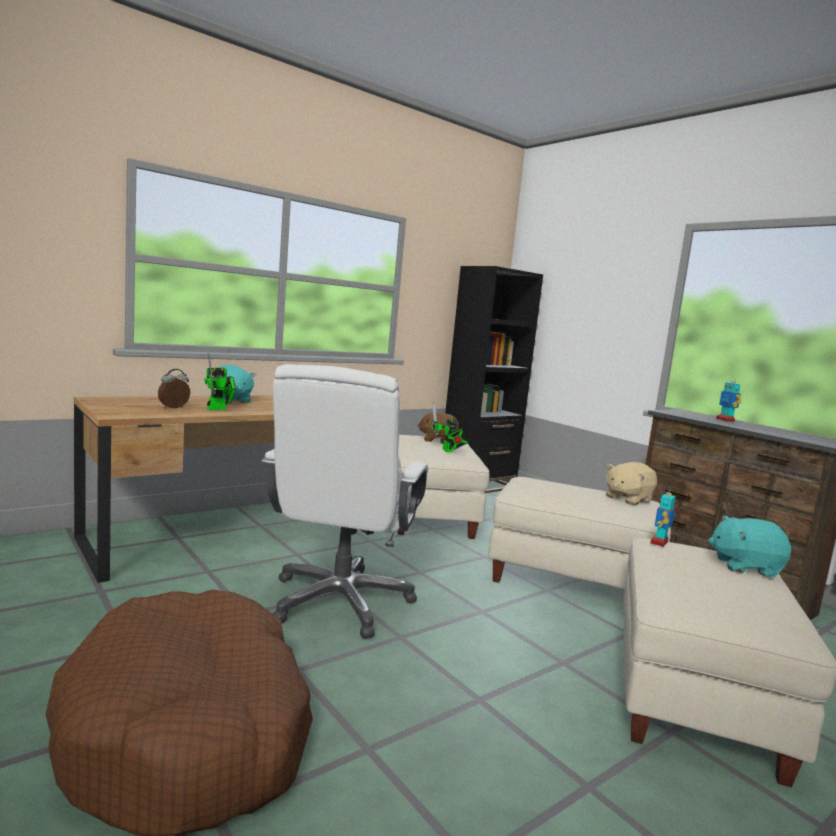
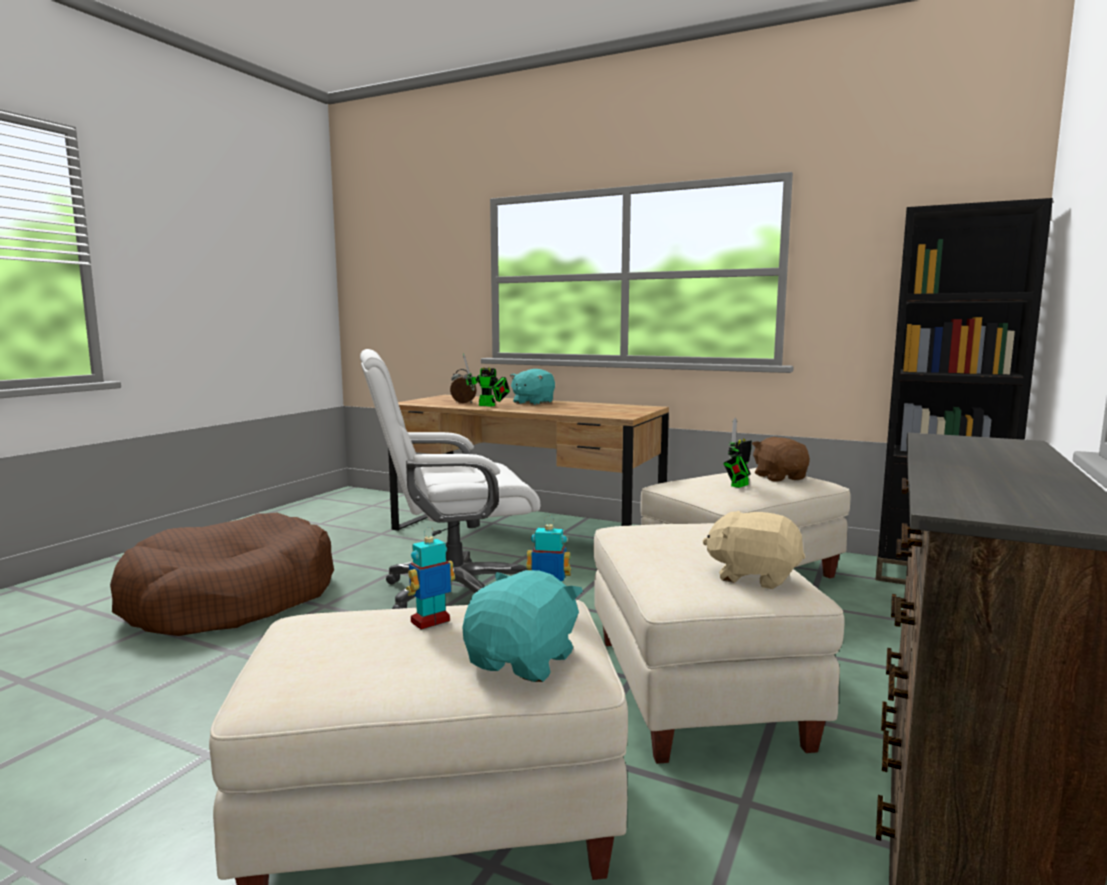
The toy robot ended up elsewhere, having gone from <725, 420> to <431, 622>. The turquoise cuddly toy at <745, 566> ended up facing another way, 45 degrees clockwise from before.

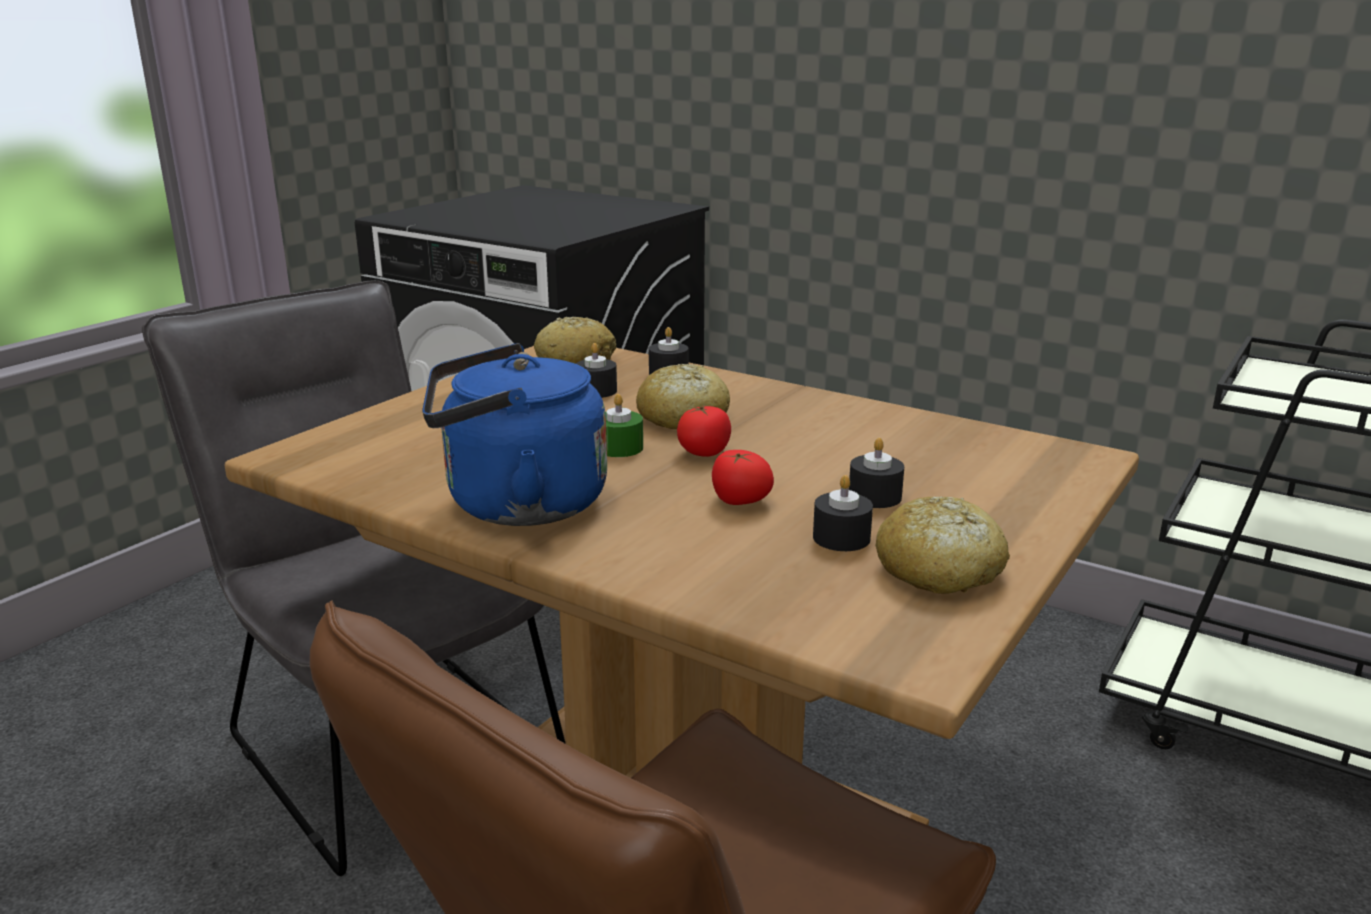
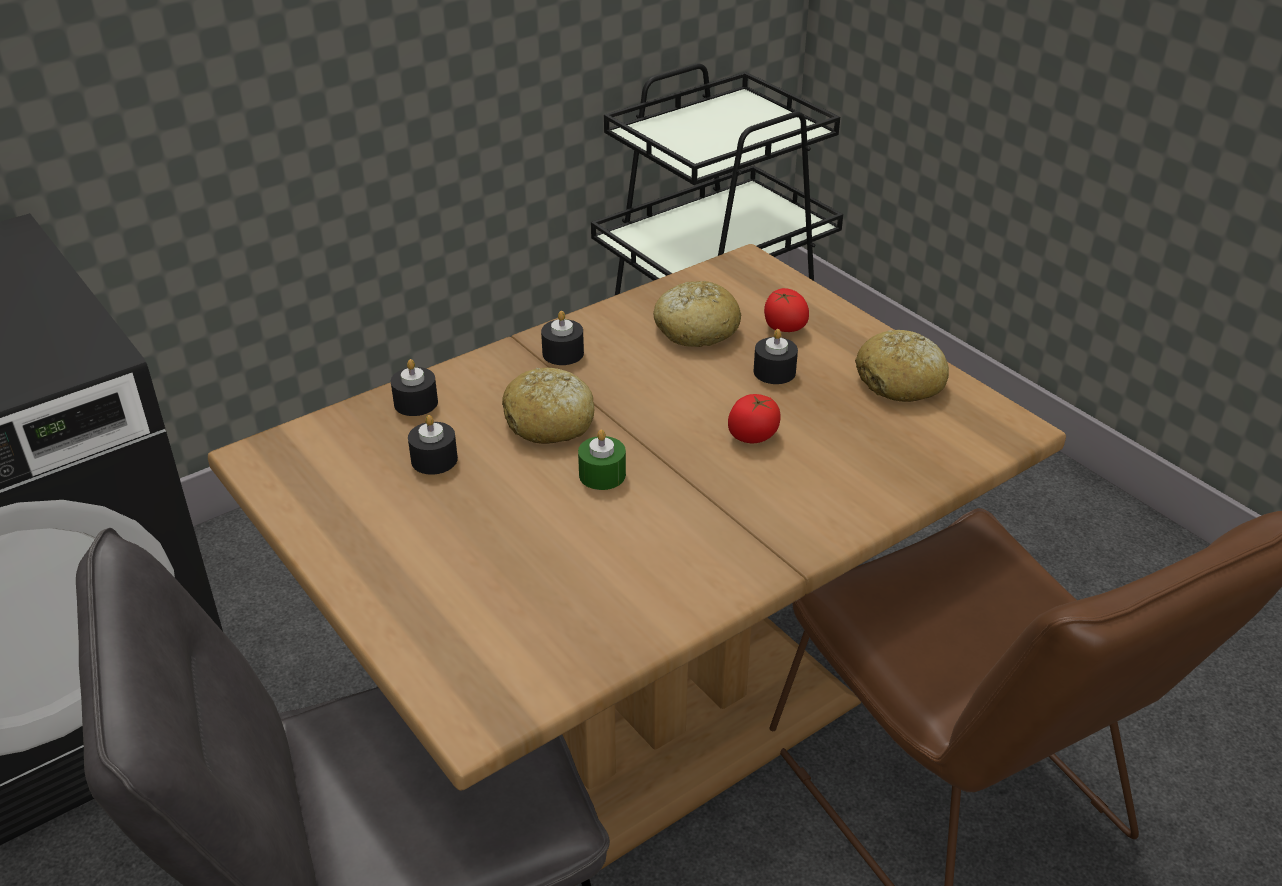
The second view lost the blue water kettle at <516, 504>. The bread ended up elsewhere, having gone from <576, 361> to <695, 329>. The tomato ended up elsewhere, having gone from <704, 453> to <784, 327>. The blackish wax candle ended up elsewhere, having gone from <841, 538> to <563, 353>.

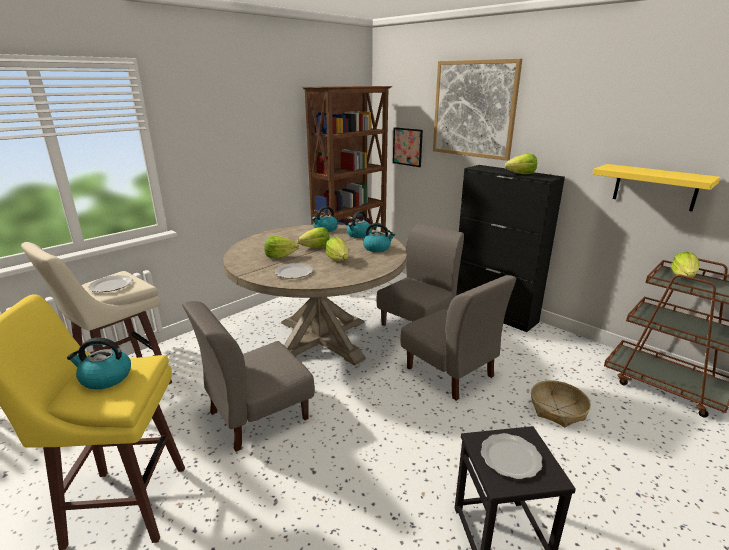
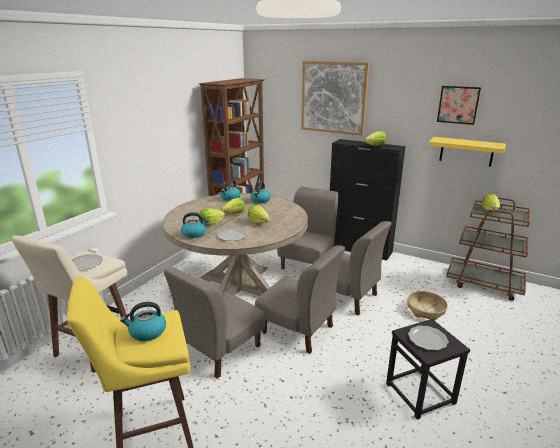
The second view gained the grey upright chair at <298, 329>. The water kettle ended up elsewhere, having gone from <377, 248> to <194, 234>. The picture ended up elsewhere, having gone from <407, 147> to <458, 105>.

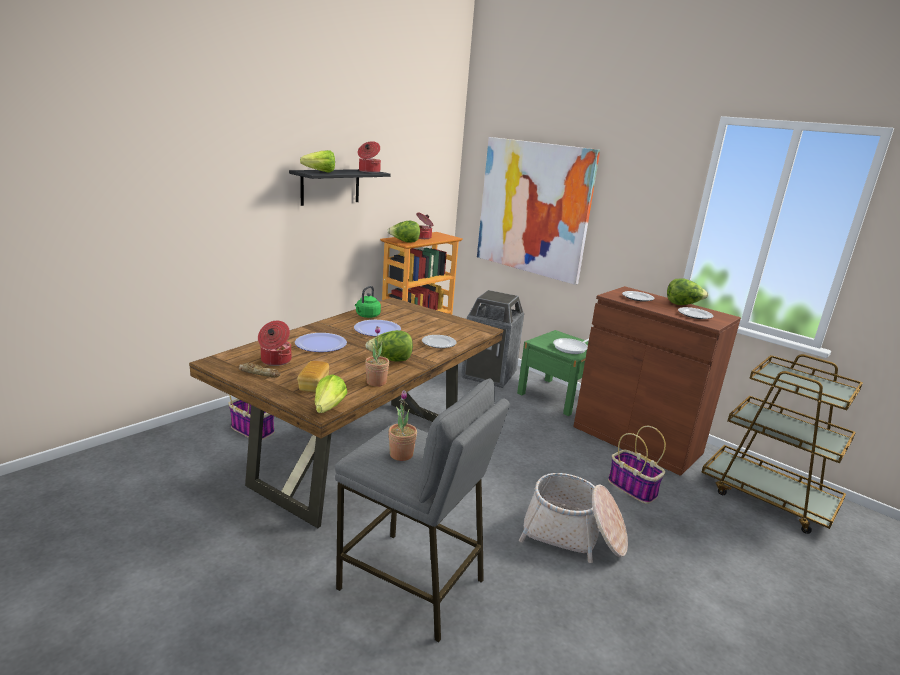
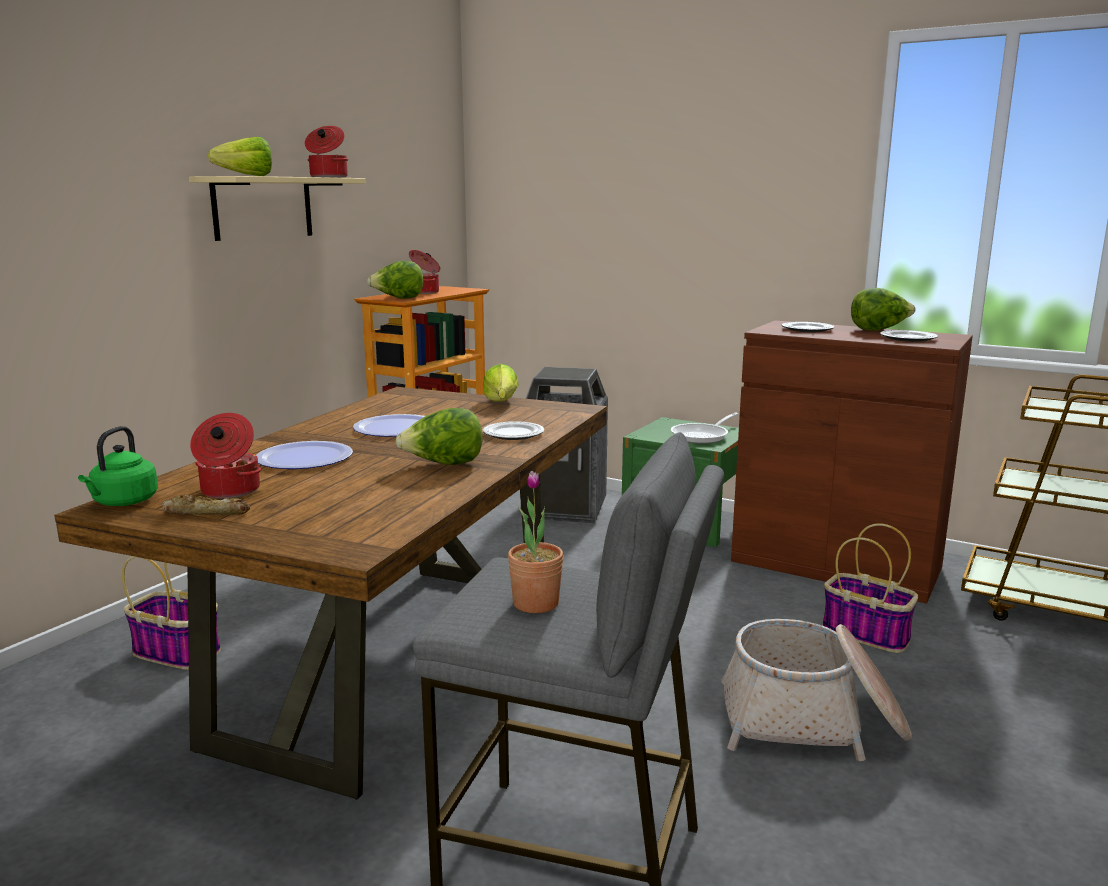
The second view lost the bread at <313, 385>. The second view lost the potted plant at <376, 382>. The second view lost the picture at <533, 208>. The lettuce ended up elsewhere, having gone from <326, 411> to <500, 404>. The green-coloured water kettle ended up elsewhere, having gone from <367, 316> to <123, 502>. What was the blackish shelf at <330, 186> turned into the sand-coloured shelf at <263, 208>.

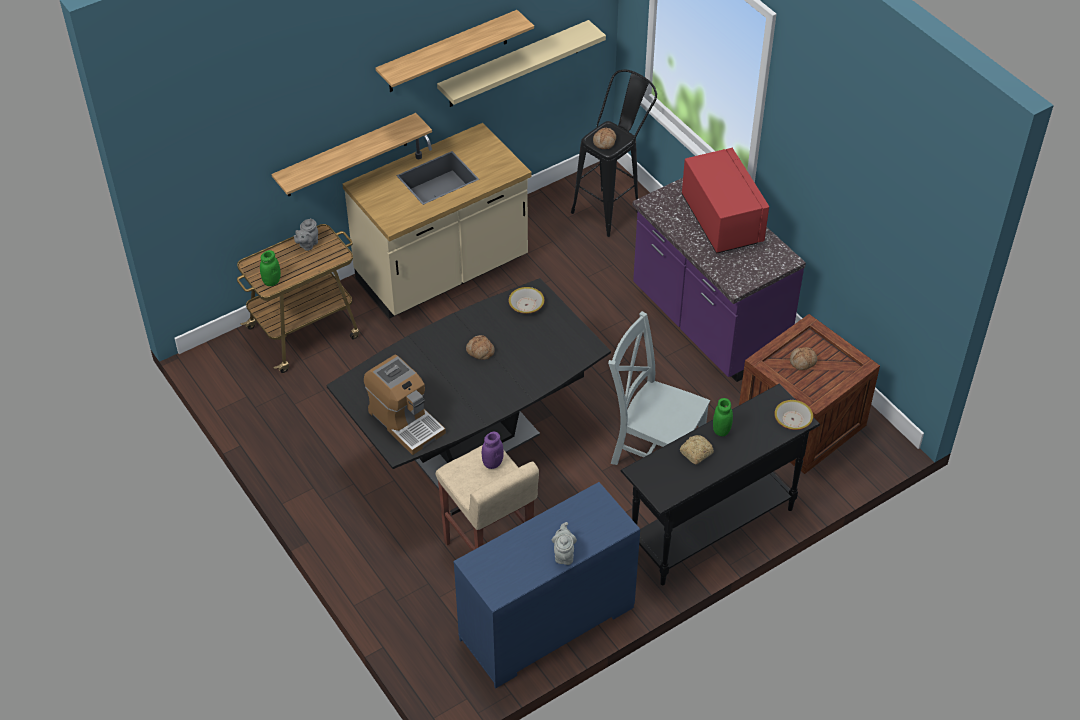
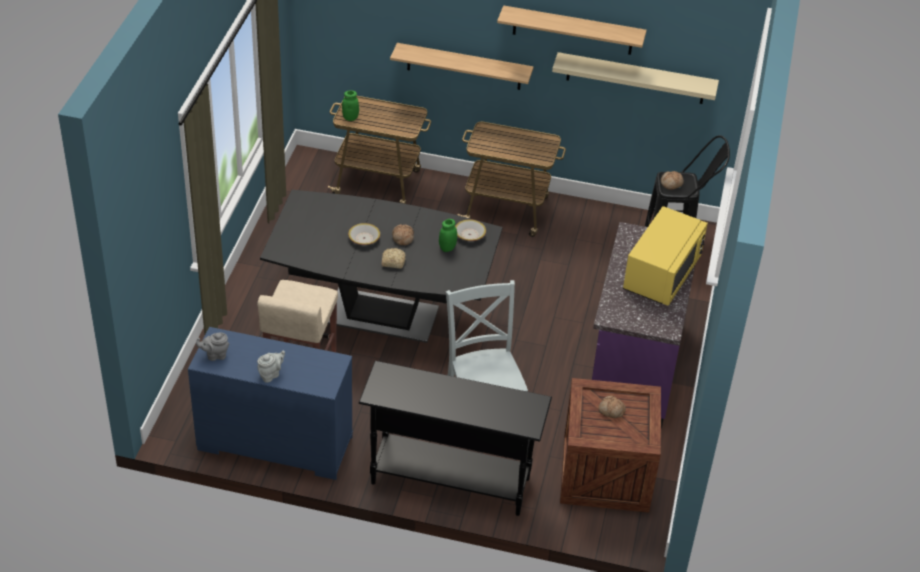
The second view lost the coffee machine at <405, 421>. The second view lost the purple preserve jar at <492, 463>. The grey pot for tea ended up elsewhere, having gone from <307, 245> to <215, 355>. The bread ended up elsewhere, having gone from <695, 453> to <392, 262>. The green-coloured preserve jar ended up elsewhere, having gone from <721, 430> to <447, 248>. The bowl ended up elsewhere, having gone from <792, 419> to <364, 238>. Where the sand-coloured kitchen counter stood at <443, 272>, the wheeled cart came to stand at <507, 211>. What was the reddish kitchen microwave at <721, 220> turned into the yellowish kitchen microwave at <661, 274>.

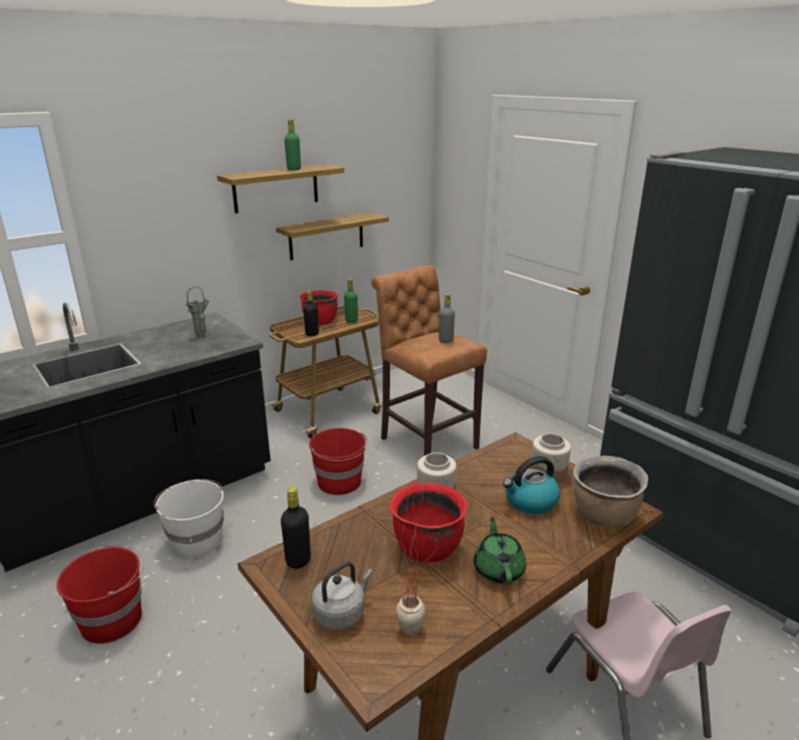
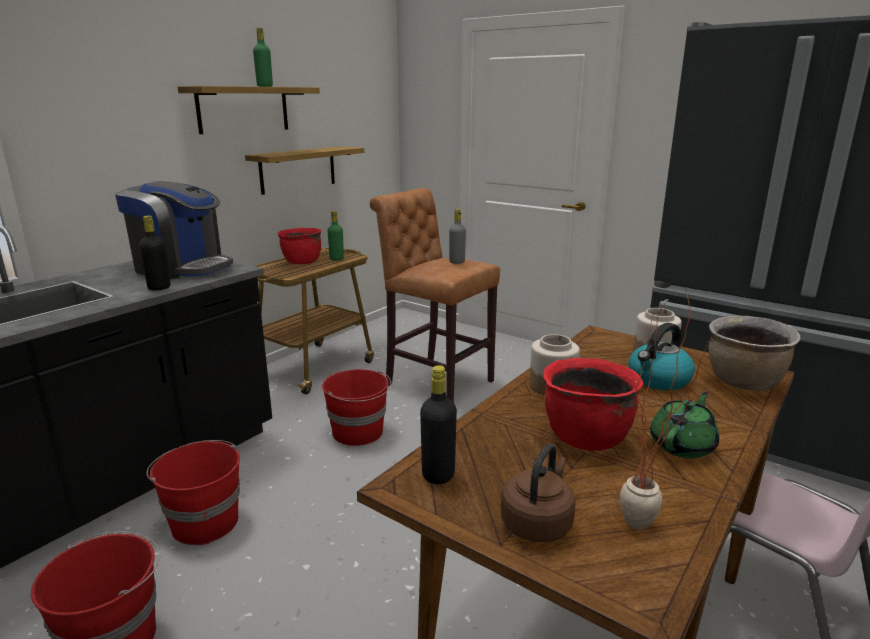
The blackish bottle ended up elsewhere, having gone from <312, 334> to <159, 288>. Where the green-coloured flower vase stood at <202, 336>, the coffee machine came to stand at <181, 267>. What was the white bucket at <196, 542> turned into the reddish bucket at <204, 522>. What was the grey water kettle at <341, 613> turned into the brownish water kettle at <538, 523>. The green-coloured pot for tea at <498, 569> ended up facing another way, 60 degrees clockwise from before.

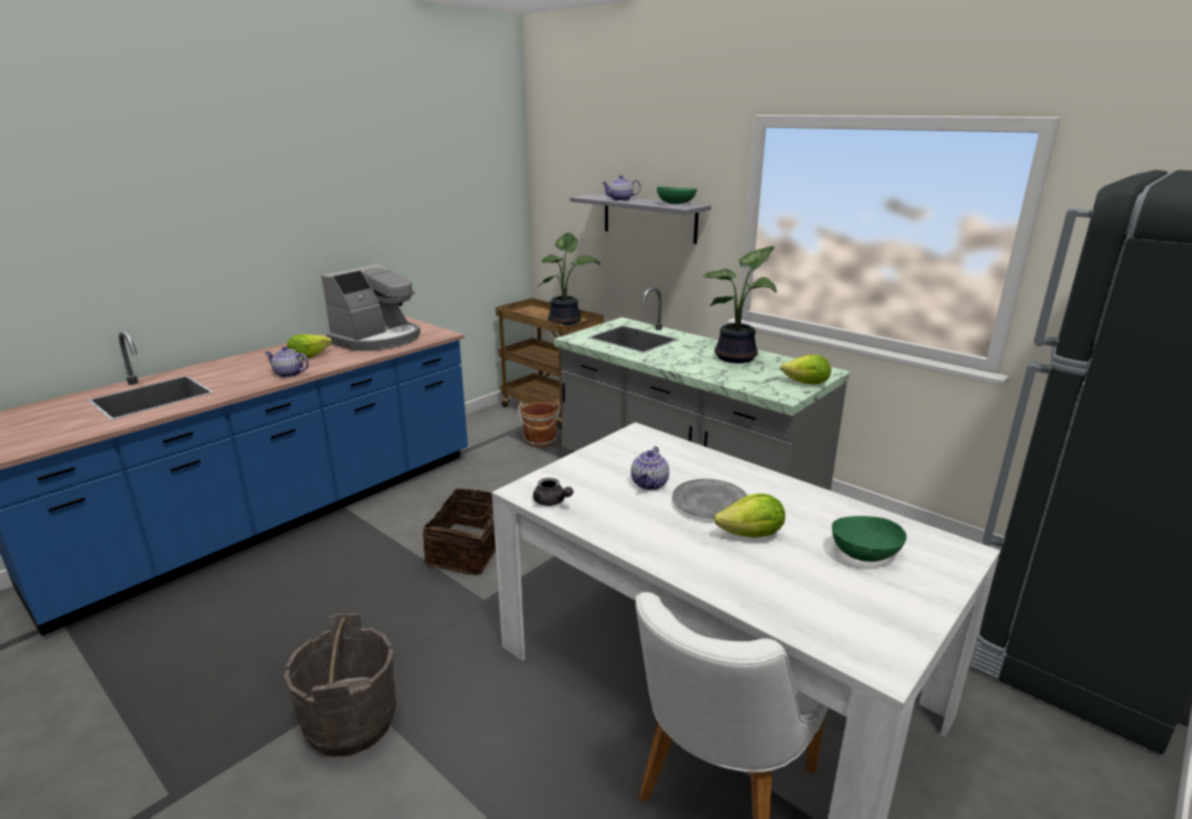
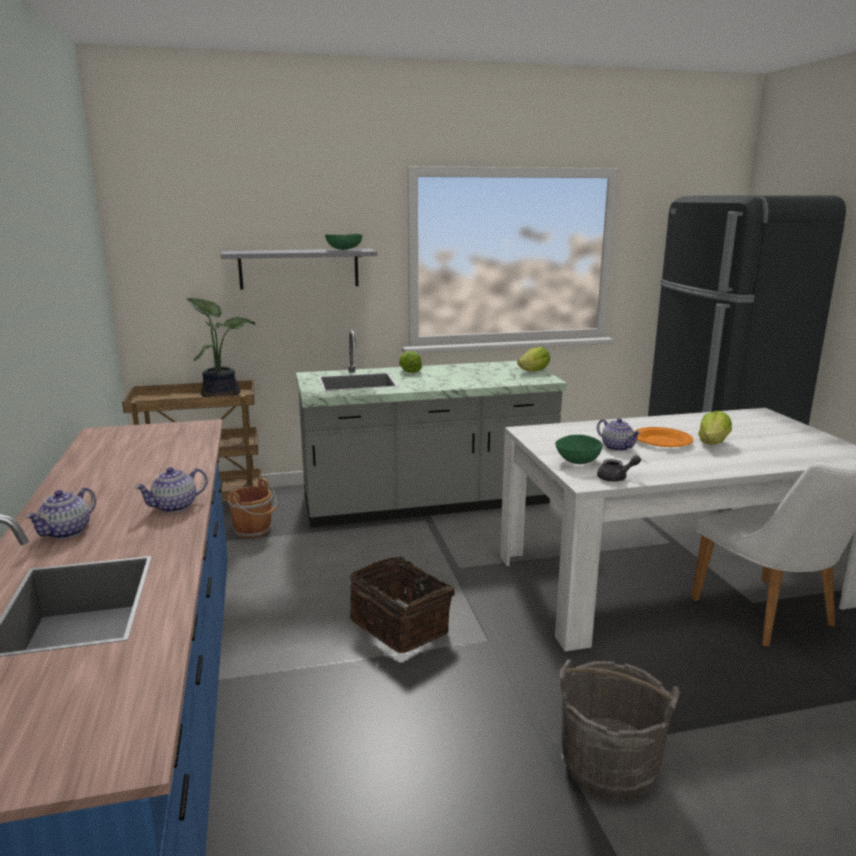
The second view lost the coffee machine at <377, 339>. The second view lost the potted plant at <738, 357>. The lettuce ended up elsewhere, having gone from <309, 356> to <409, 370>. The pot for tea ended up elsewhere, having gone from <620, 199> to <66, 532>. The green-coloured bowl ended up elsewhere, having gone from <864, 553> to <577, 461>. What was the grey flat dish at <710, 503> turned into the orangey flat dish at <662, 441>.

